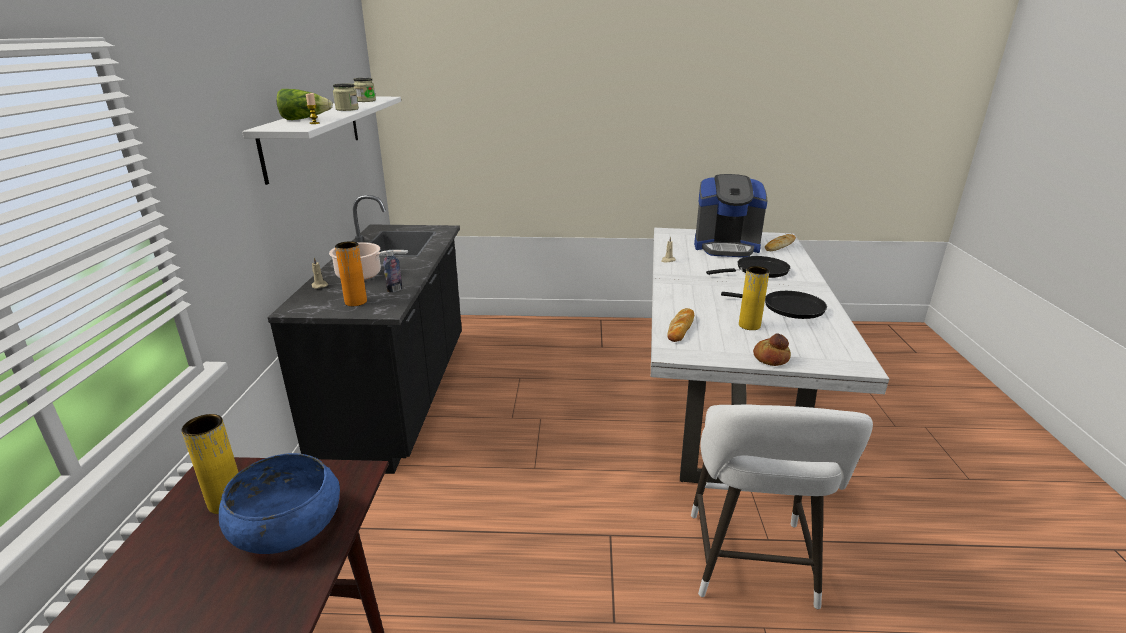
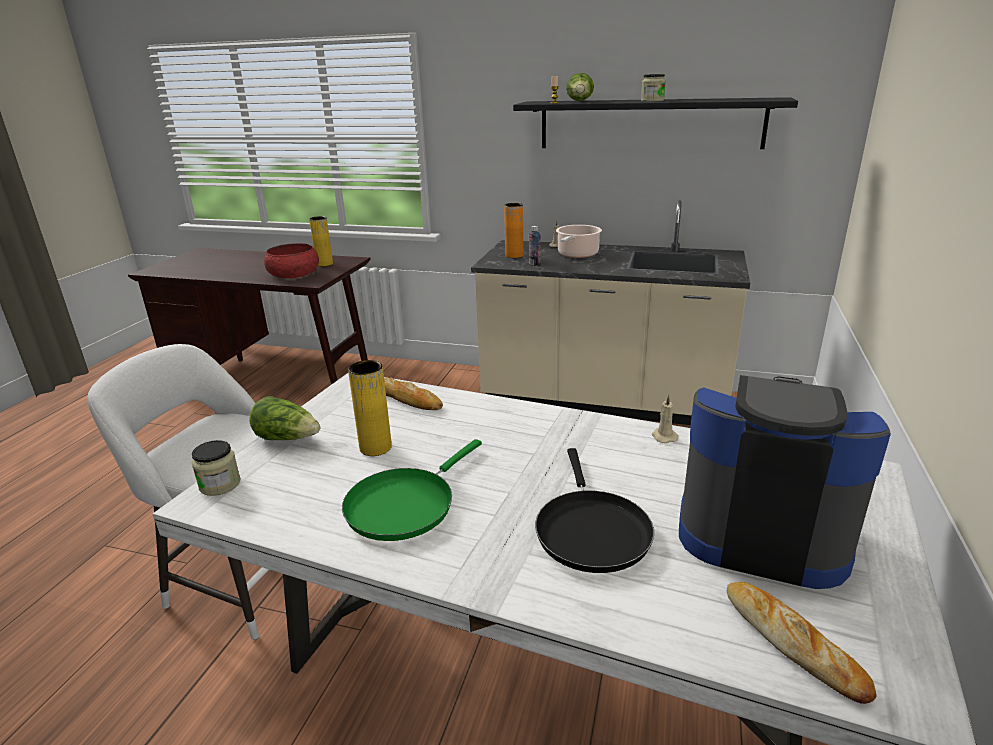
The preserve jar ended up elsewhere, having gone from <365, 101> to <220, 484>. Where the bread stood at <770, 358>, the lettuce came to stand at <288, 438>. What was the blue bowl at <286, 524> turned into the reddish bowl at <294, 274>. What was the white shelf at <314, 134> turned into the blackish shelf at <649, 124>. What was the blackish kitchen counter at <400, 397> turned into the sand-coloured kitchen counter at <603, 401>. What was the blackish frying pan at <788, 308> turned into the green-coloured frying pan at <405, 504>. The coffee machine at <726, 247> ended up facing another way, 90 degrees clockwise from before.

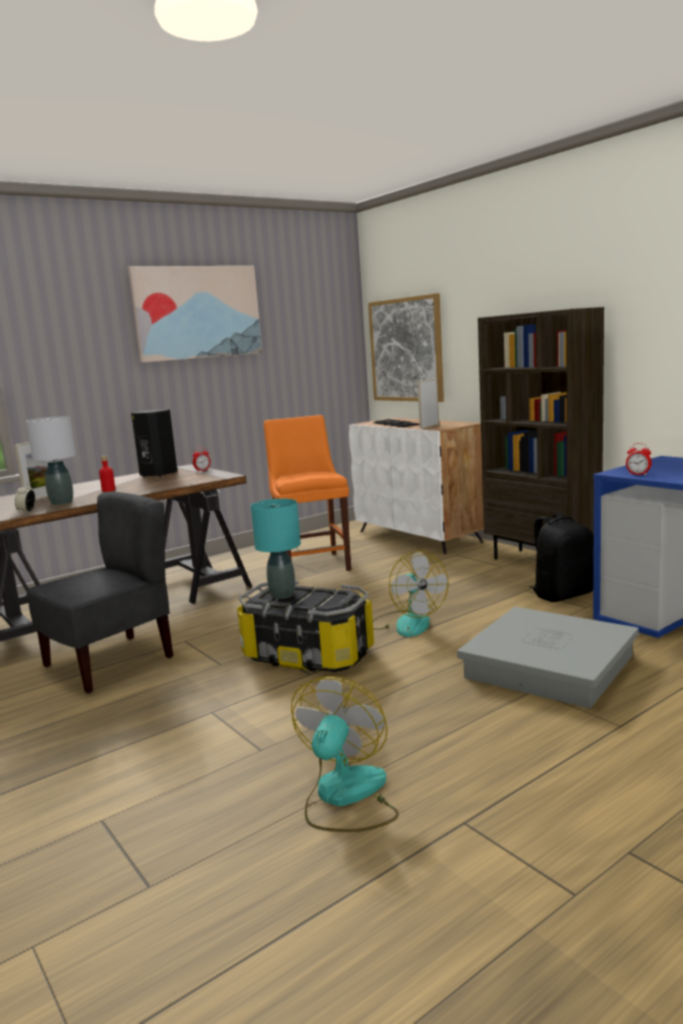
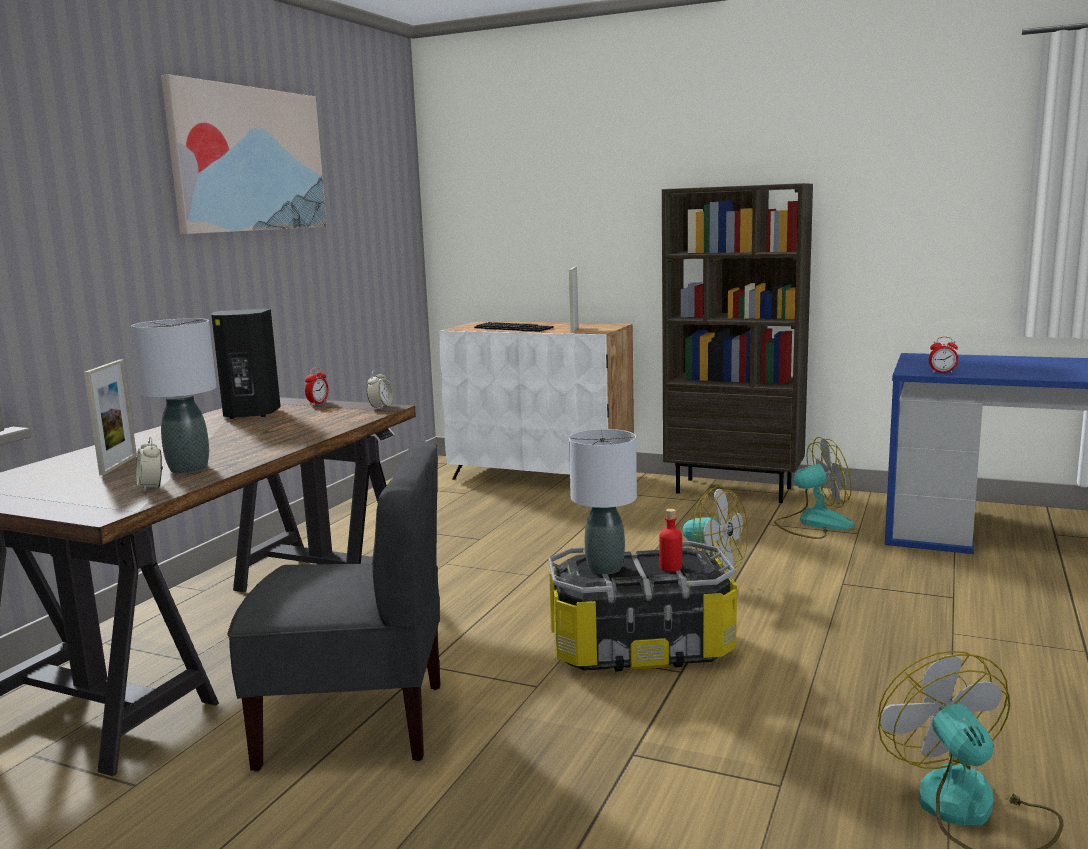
The second view lost the orangey upright chair at <313, 564>. The second view lost the picture at <406, 350>. The second view lost the grey storage box at <550, 666>. The second view gained the table clock at <381, 407>. The reddish bottle ended up elsewhere, having gone from <108, 490> to <670, 567>. Where the blackish rucksack stood at <562, 595>, the cooling fan came to stand at <813, 523>. What was the turquoise lamp for a table at <282, 595> turned into the grey lamp for a table at <604, 568>. The grey upright chair at <110, 663> ended up facing another way, 75 degrees clockwise from before.

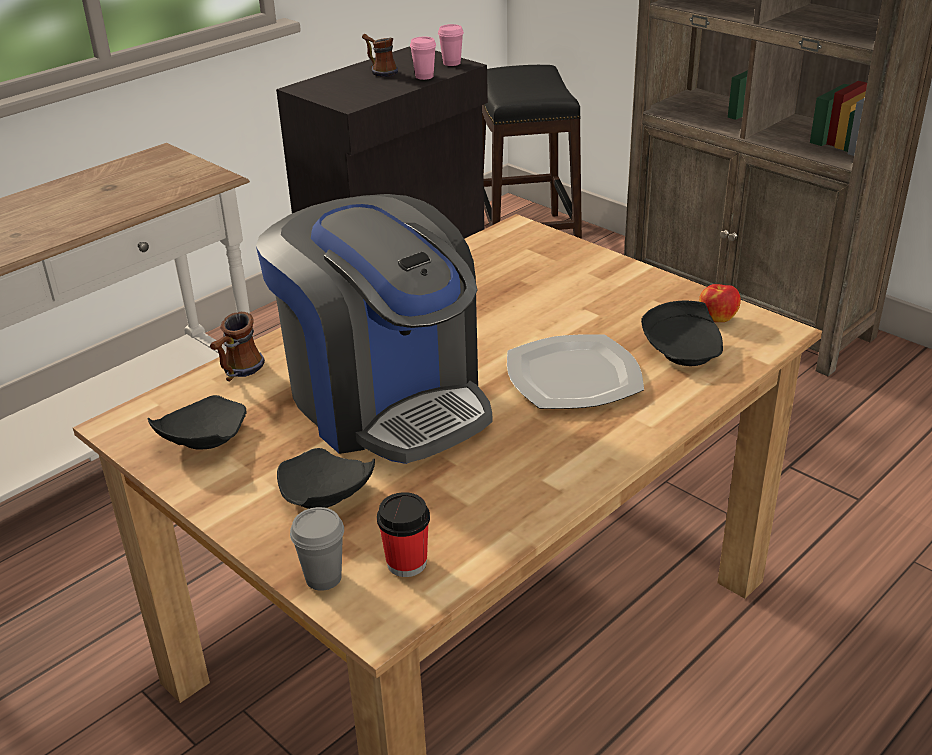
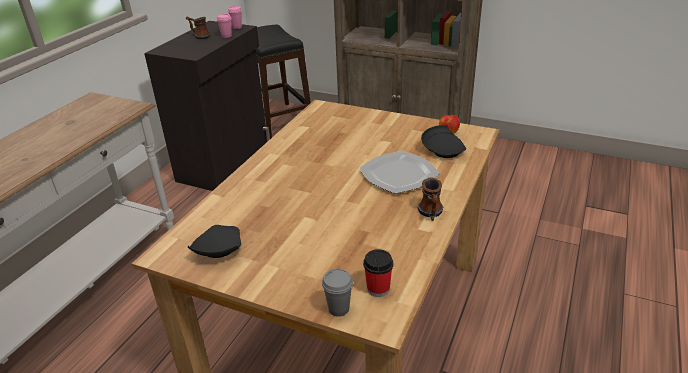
The second view lost the coffee machine at <386, 400>. The second view lost the blackish flat dish at <324, 496>. The coffee mug ended up elsewhere, having gone from <237, 372> to <431, 214>.

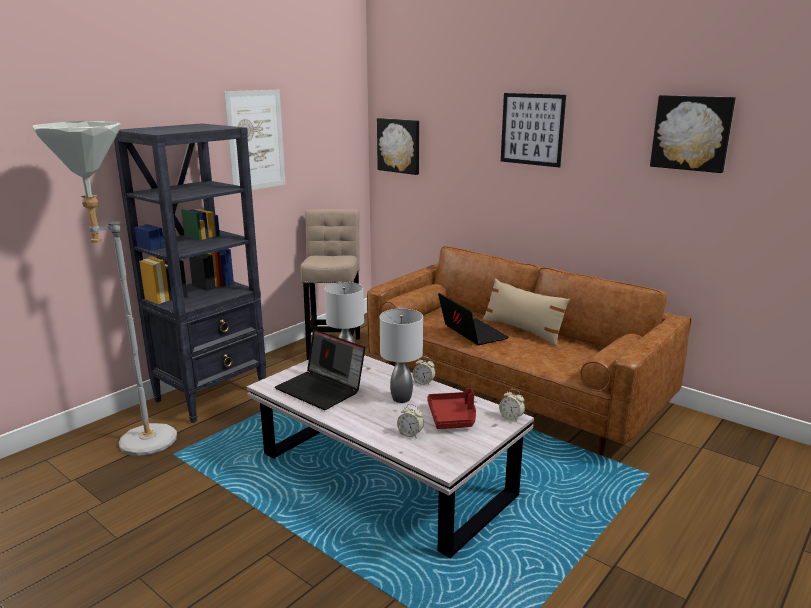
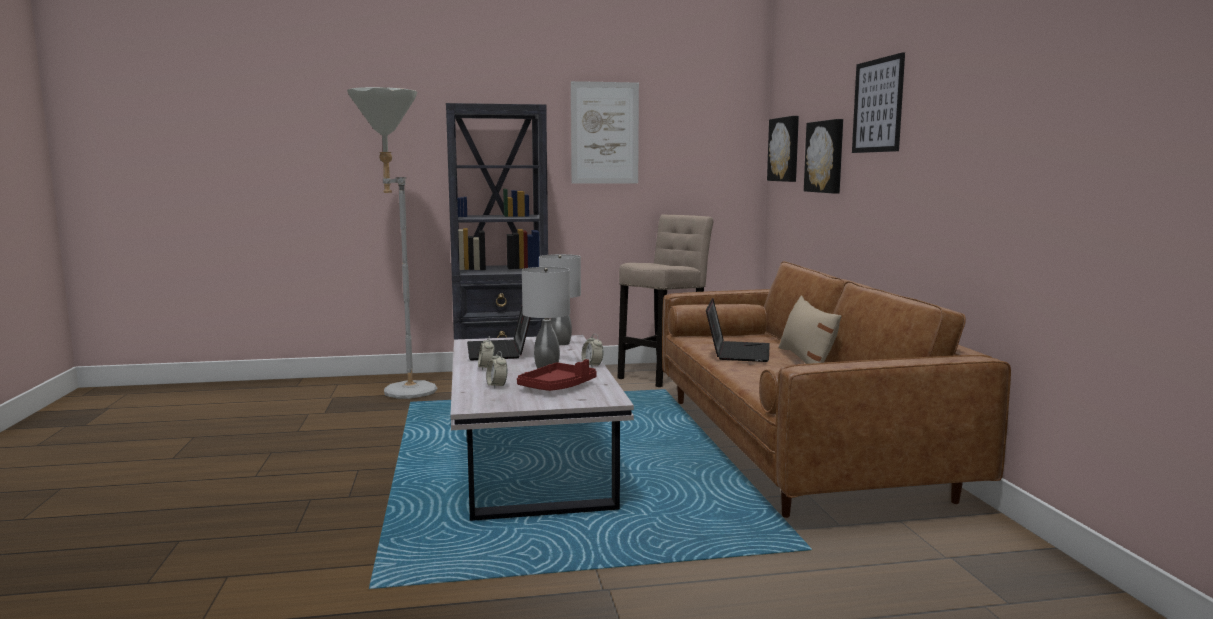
The table clock ended up elsewhere, having gone from <511, 417> to <486, 368>. The picture ended up elsewhere, having gone from <692, 133> to <826, 156>.

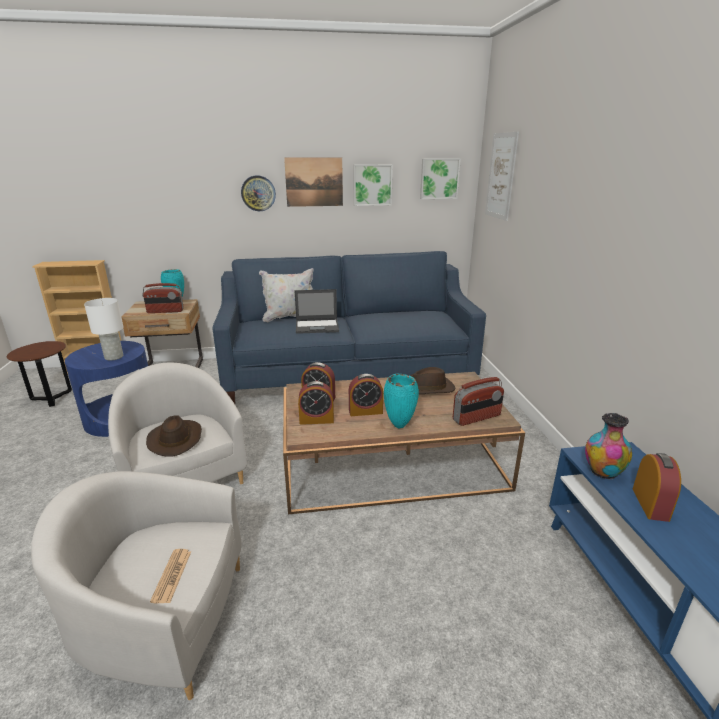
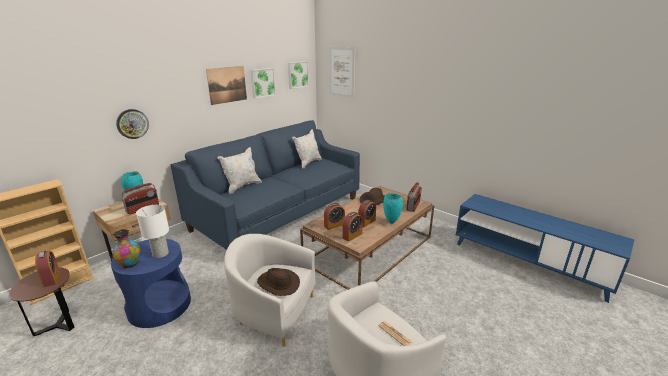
The second view lost the portable computer at <317, 326>. The second view gained the white pillow at <308, 163>. The hanging clock ended up elsewhere, having gone from <258, 193> to <132, 124>. The flower vase ended up elsewhere, having gone from <602, 472> to <130, 264>. The table clock ended up elsewhere, having gone from <650, 504> to <52, 278>.

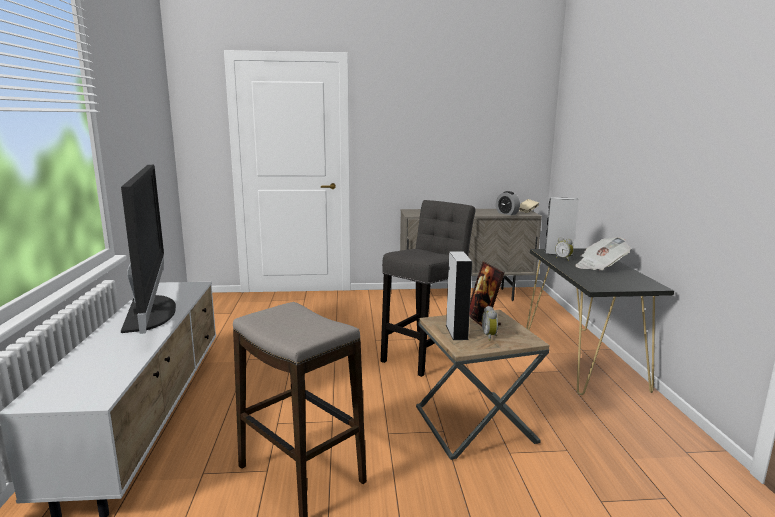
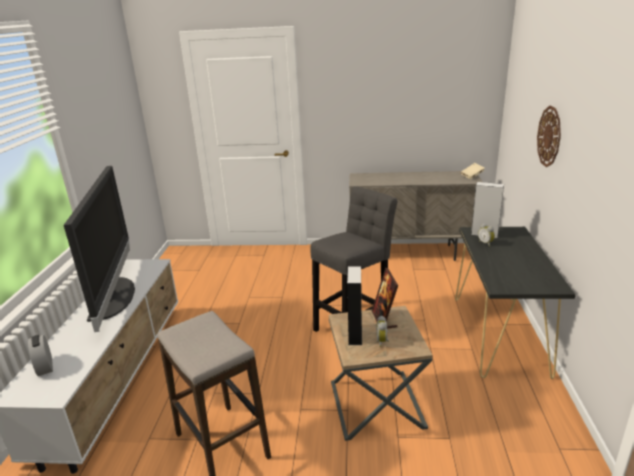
The second view lost the daily paper at <600, 266>. The second view gained the hanging clock at <549, 136>. The table clock ended up elsewhere, having gone from <507, 213> to <45, 367>.

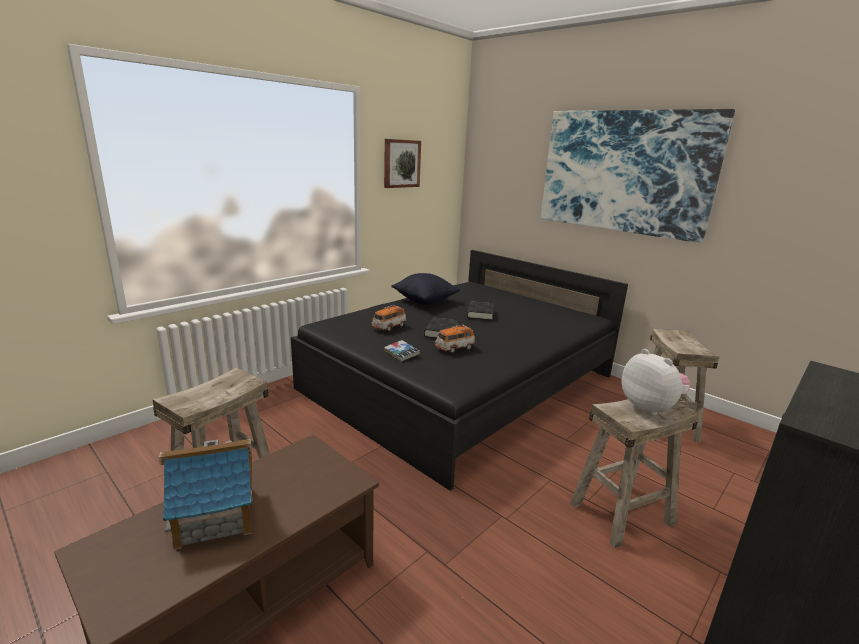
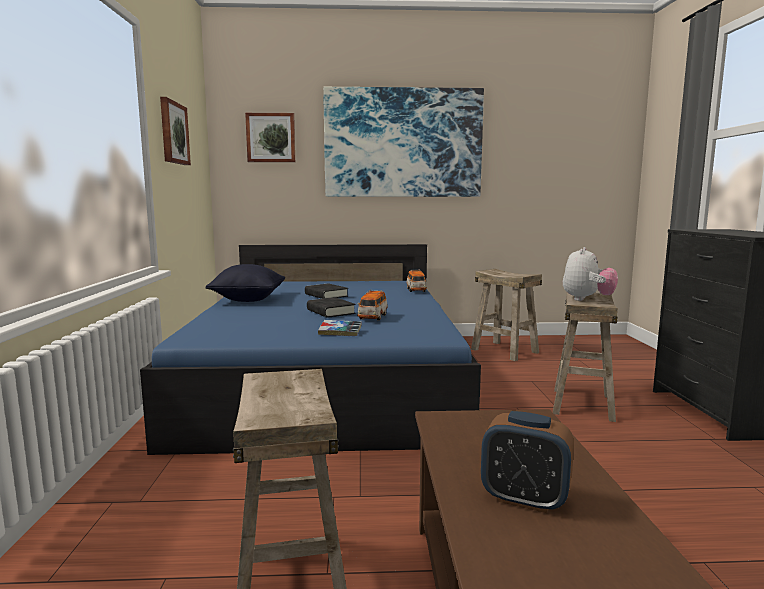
The second view gained the picture at <271, 138>. The miniature car ended up elsewhere, having gone from <389, 327> to <416, 290>. Where the toy house stood at <216, 516>, the table clock came to stand at <524, 499>. What was the blackish sleeping bed at <460, 382> turned into the blue sleeping bed at <327, 378>. The cuddly toy at <650, 408> ended up facing another way, 105 degrees clockwise from before.

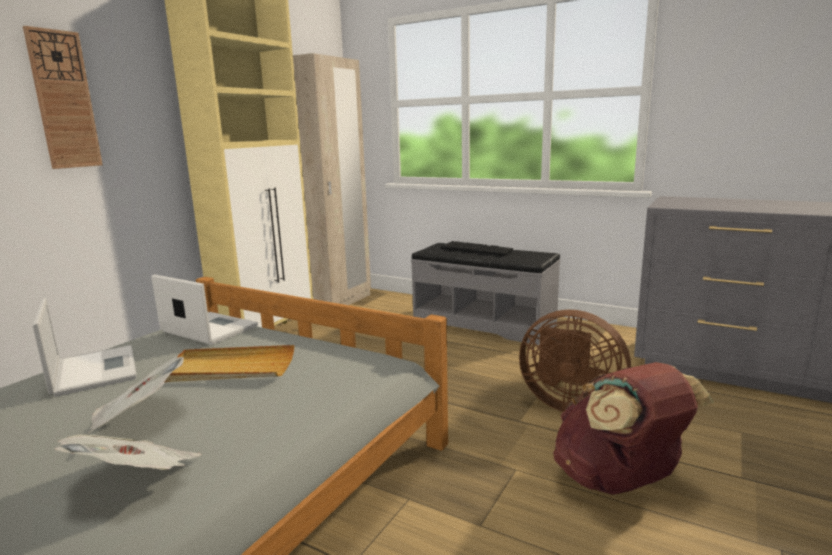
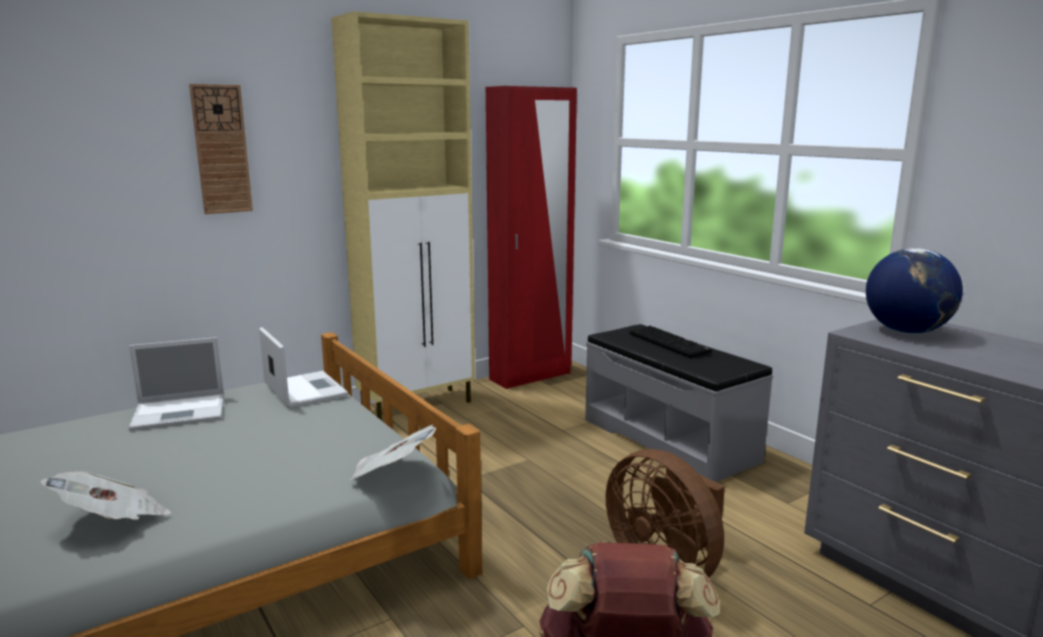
The second view lost the sand-coloured tray at <229, 369>. The second view gained the world globe at <906, 331>. The daily paper ended up elsewhere, having gone from <138, 416> to <392, 474>. What was the sand-coloured armoire at <342, 302> turned into the reddish armoire at <531, 376>. The portable computer at <94, 370> ended up facing another way, 75 degrees clockwise from before.

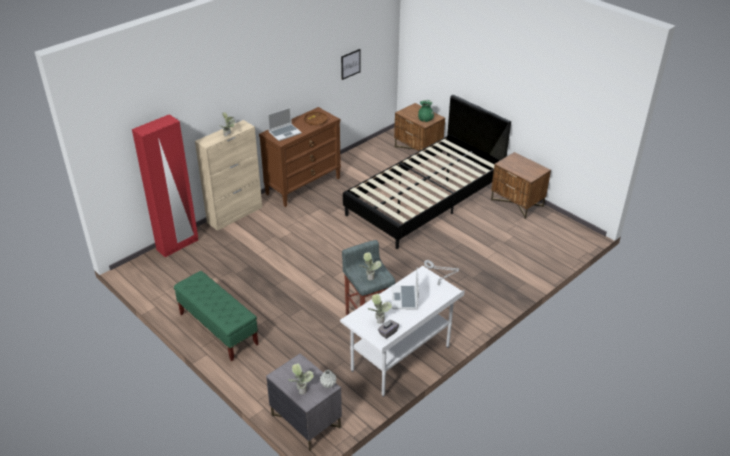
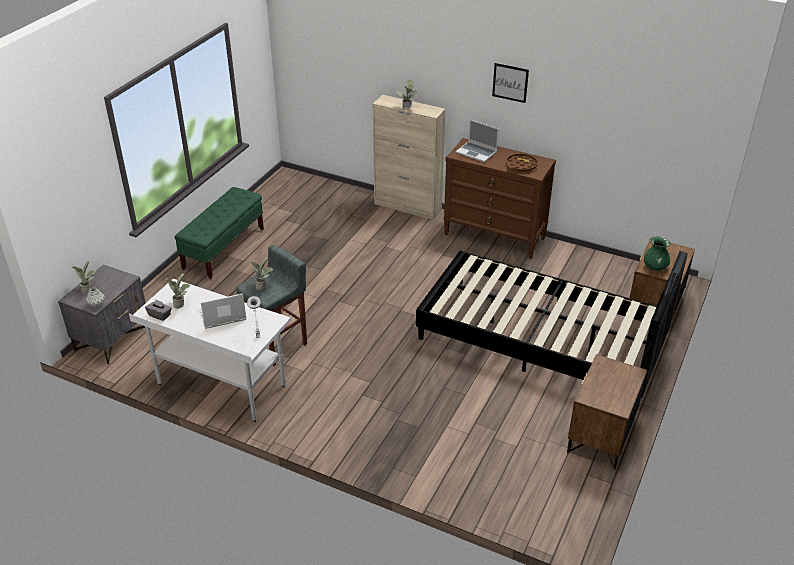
The second view lost the reddish armoire at <178, 245>. The picture ended up elsewhere, having gone from <350, 64> to <510, 82>.

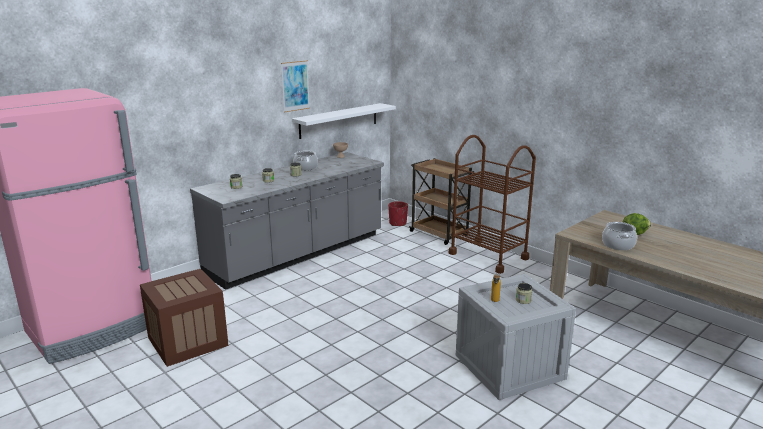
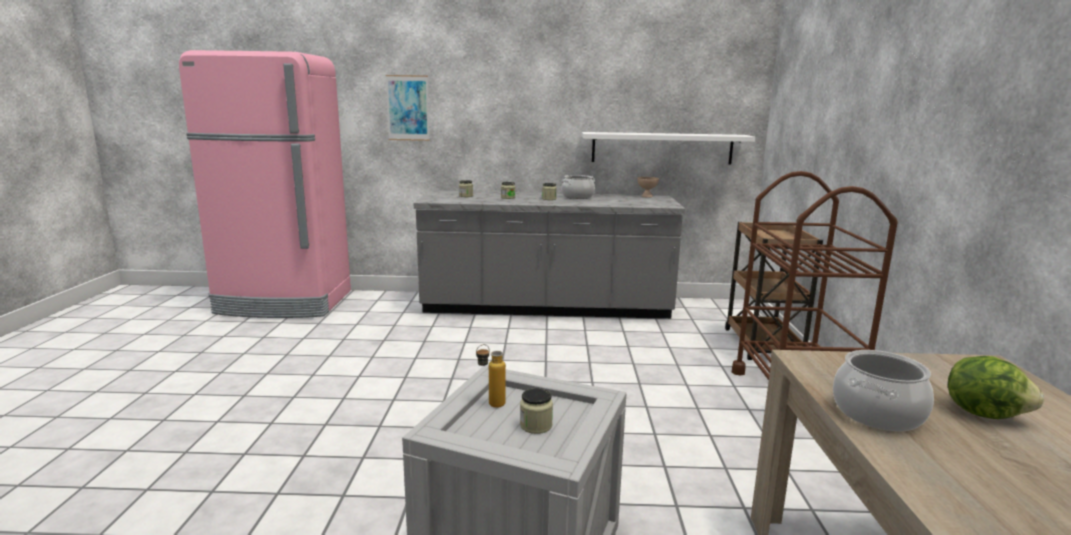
The second view lost the packing crate at <187, 342>. The second view lost the reddish plant pot at <397, 223>. The picture ended up elsewhere, having gone from <295, 86> to <408, 108>.

